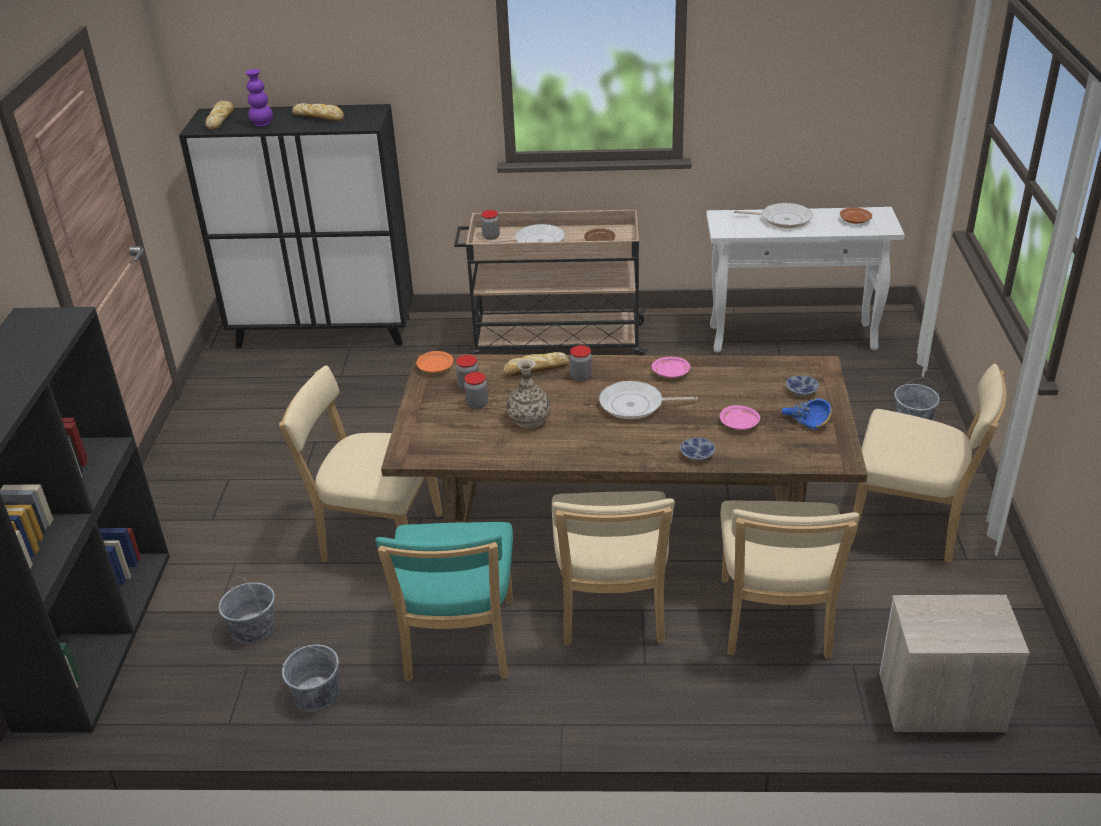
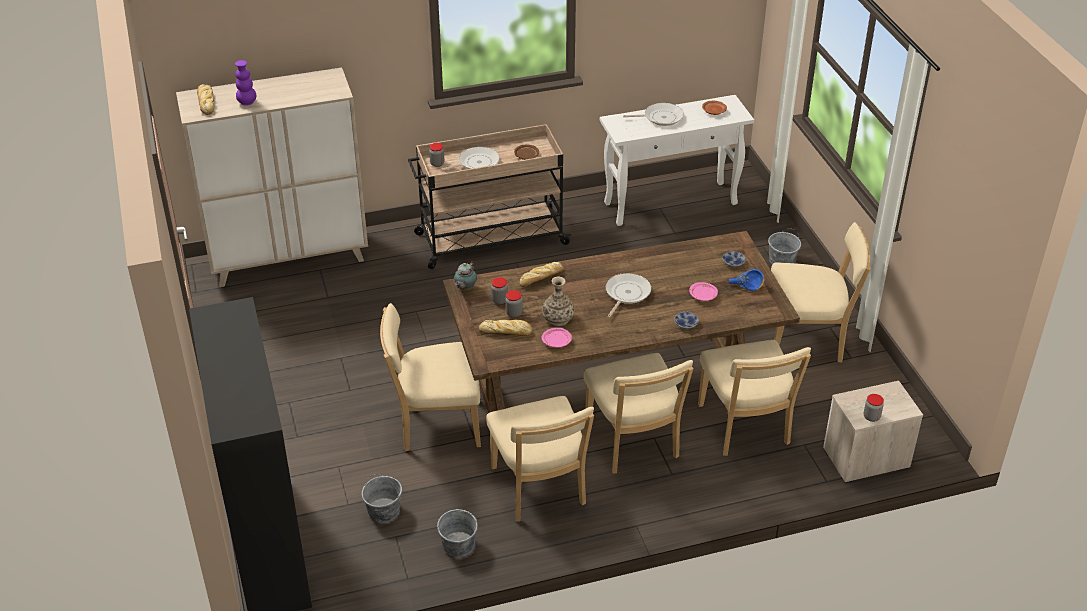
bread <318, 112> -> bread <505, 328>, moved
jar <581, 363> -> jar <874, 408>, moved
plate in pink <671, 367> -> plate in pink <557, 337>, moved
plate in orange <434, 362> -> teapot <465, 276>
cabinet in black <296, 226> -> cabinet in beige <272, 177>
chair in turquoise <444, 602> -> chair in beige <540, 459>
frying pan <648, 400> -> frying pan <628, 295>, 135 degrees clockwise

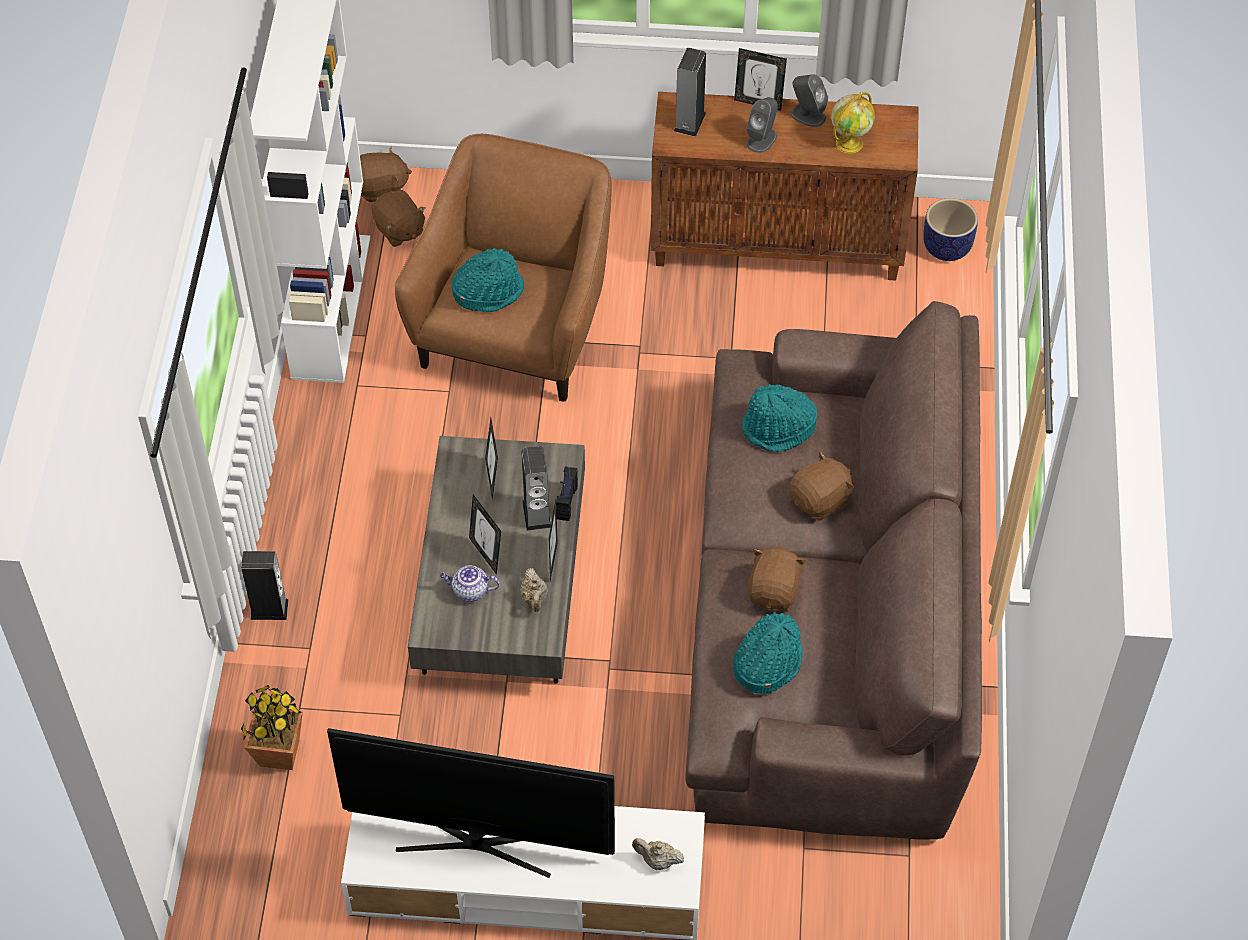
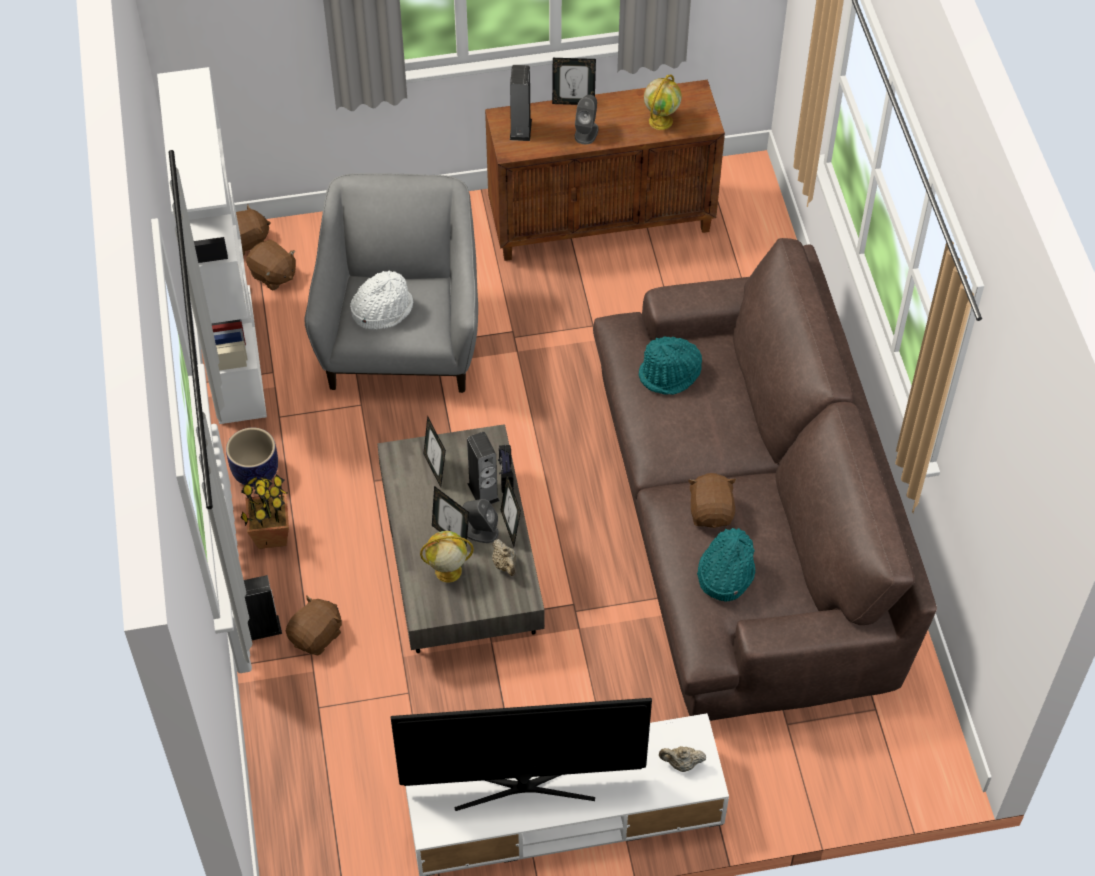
potted plant <272, 727> -> potted plant <265, 511>, moved
plush toy in brown <821, 486> -> plush toy in brown <314, 625>, moved
speaker in grey <809, 100> -> speaker in grey <481, 521>, moved
planter <950, 229> -> planter <252, 457>, moved
teapot <470, 583> -> globe <447, 557>
armchair in brown <503, 268> -> armchair in grey <391, 283>
hat in turquoise <487, 280> -> hat in white <381, 300>

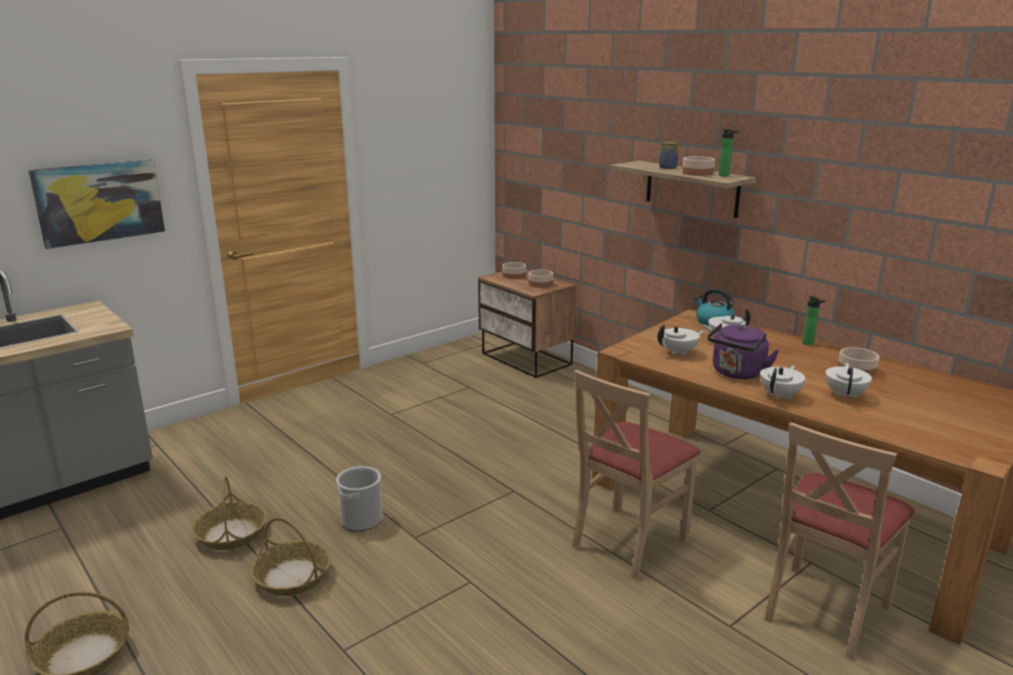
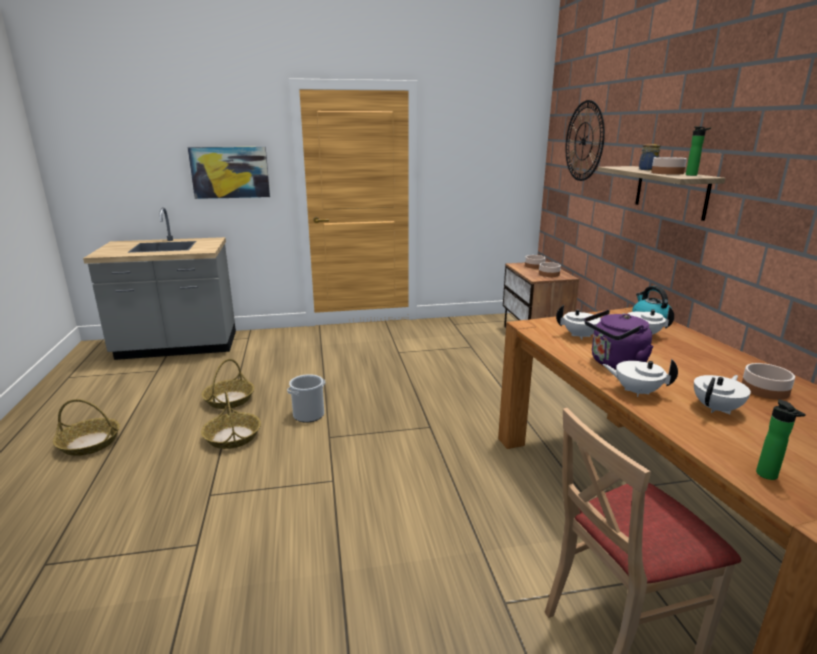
chair in beige <636, 474> -> none
none -> wall clock <585, 140>
bottle <813, 320> -> bottle <781, 440>, moved
teapot in white <782, 382> -> teapot in white <640, 378>, 135 degrees counterclockwise

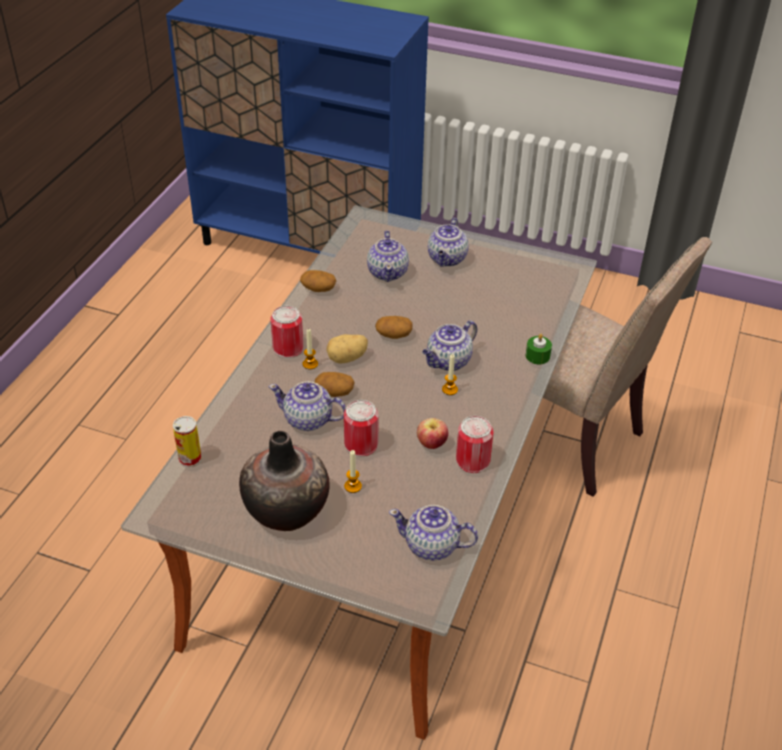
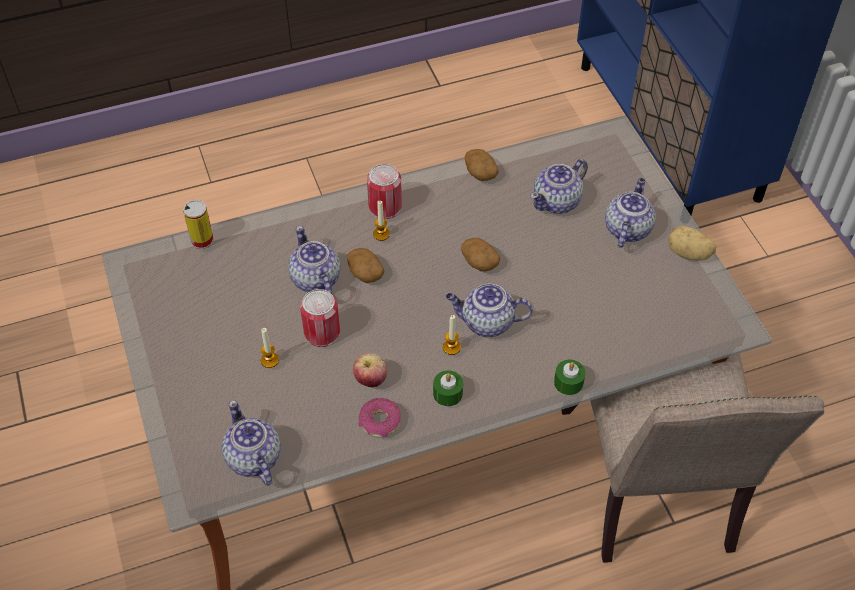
vase <284, 481> -> none
none -> candle in green <448, 388>
potato <347, 349> -> potato <692, 243>, moved
can <475, 444> -> donut <380, 417>
teapot <448, 242> -> teapot <630, 212>, 135 degrees clockwise

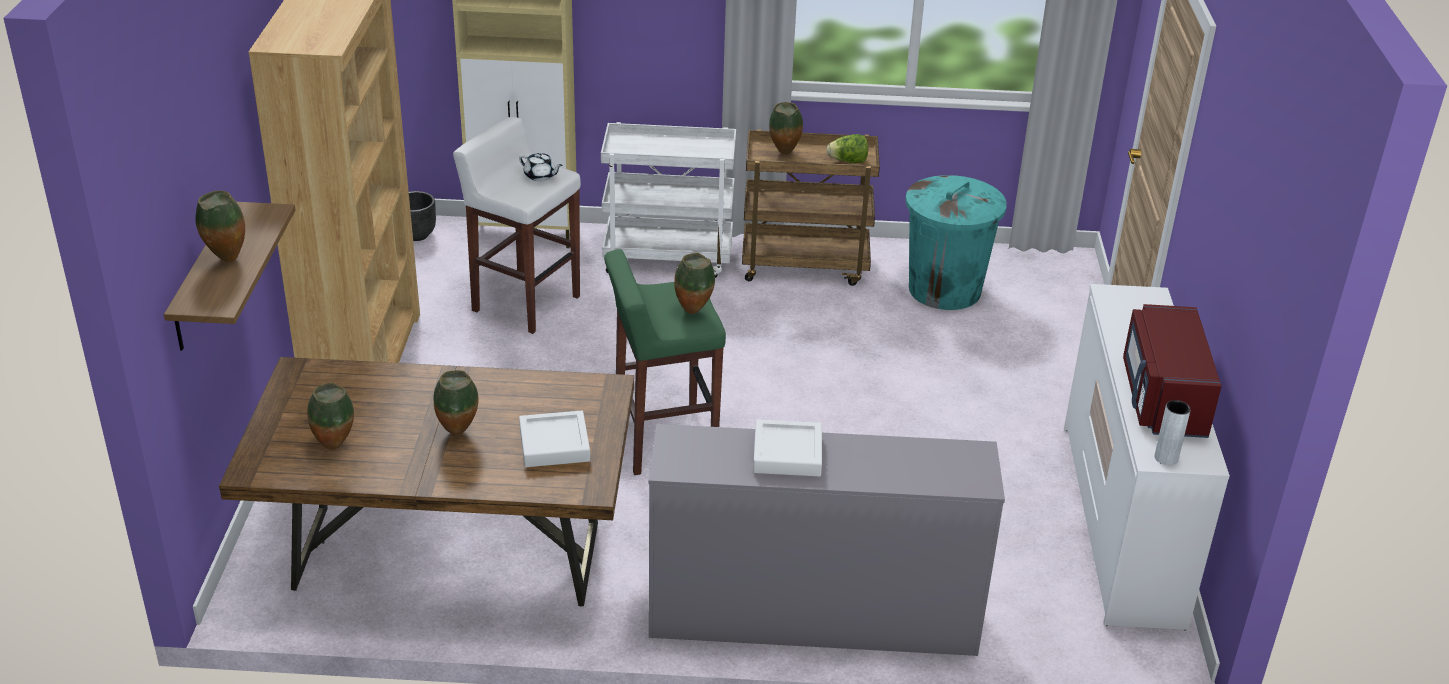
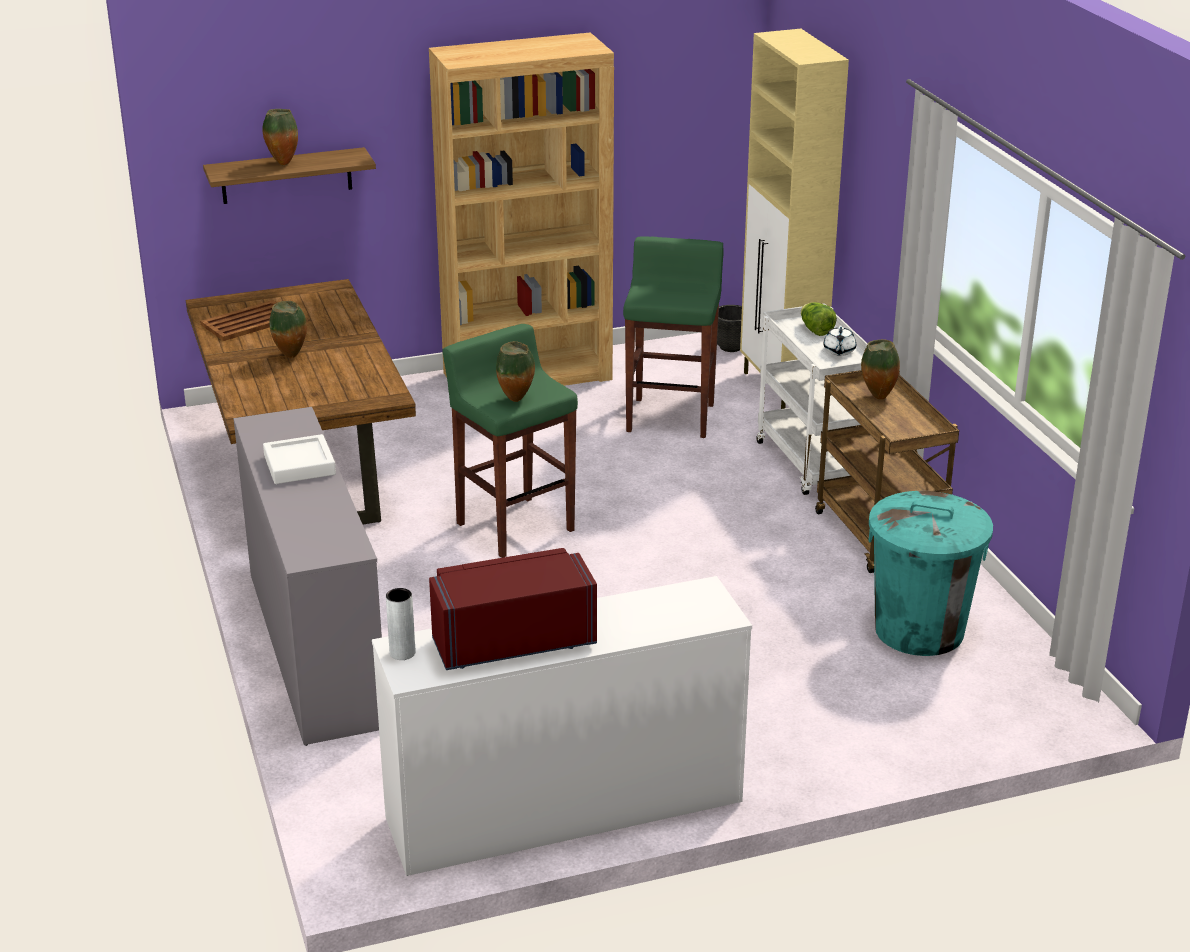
tray in white <554, 439> -> none
teapot in white <541, 167> -> teapot in white <839, 341>, moved
lettuce <847, 148> -> lettuce <819, 319>, moved
vase <330, 416> -> tray in brown <238, 320>
stool in white <517, 225> -> stool in green <673, 337>

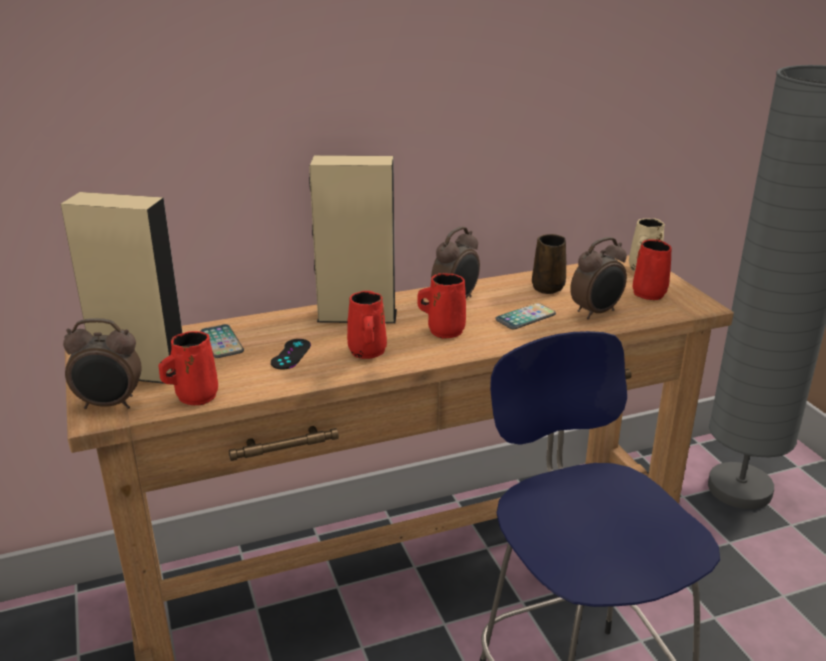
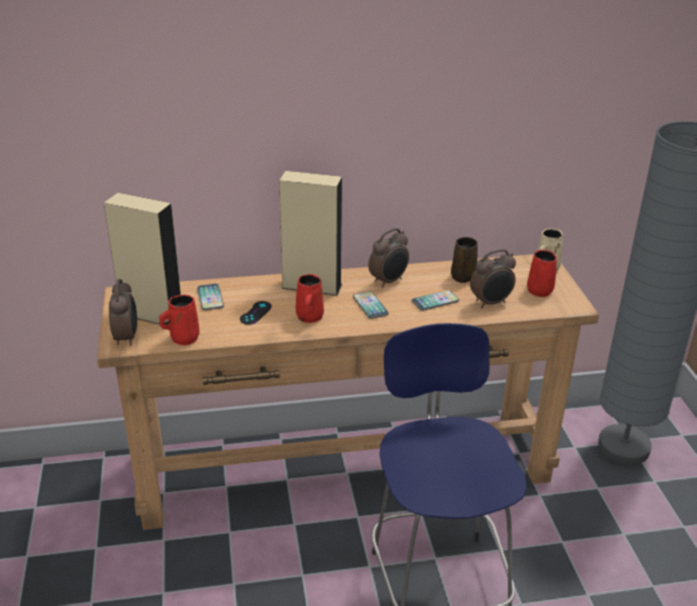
mug in red <441, 305> -> phone <371, 305>
alarm clock <102, 363> -> alarm clock <123, 312>, 105 degrees counterclockwise

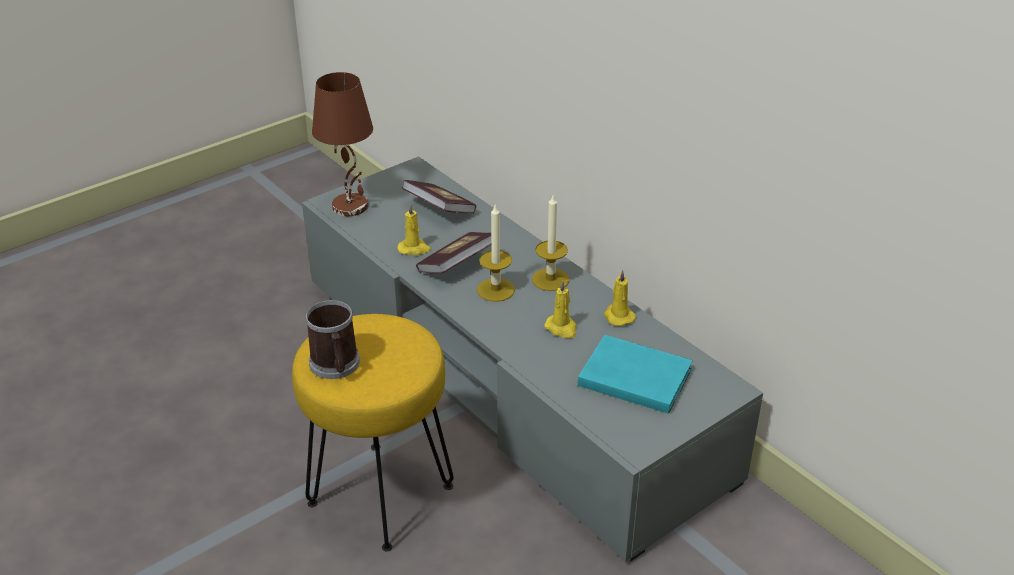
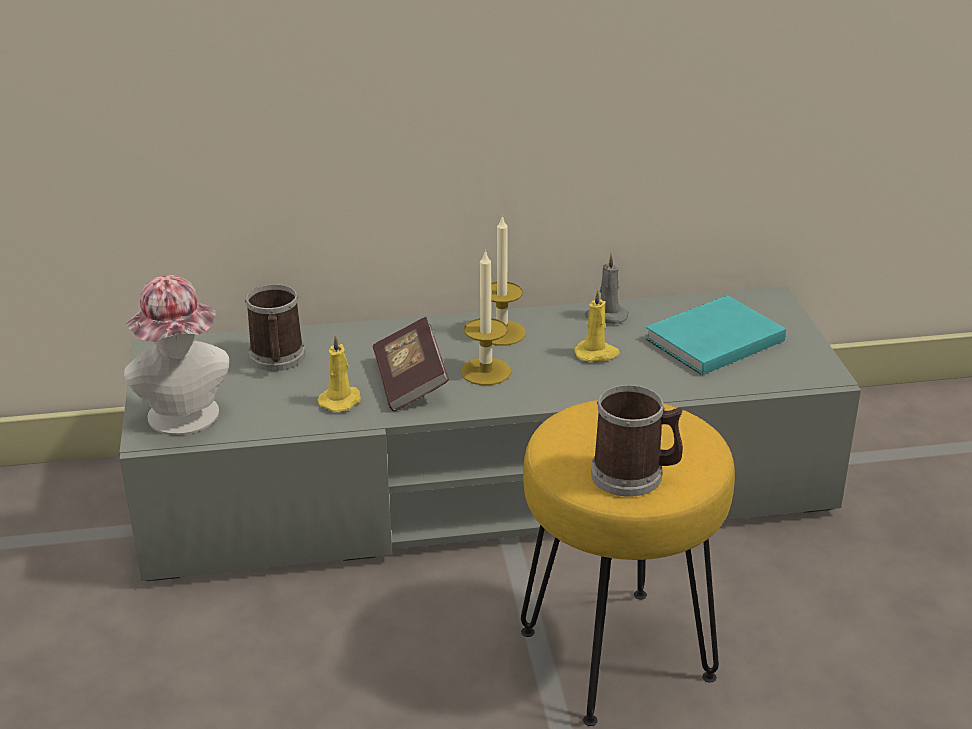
table lamp in brown <342, 144> -> hat <176, 355>
book <439, 196> -> mug <275, 327>
candle in yellow <620, 298> -> candle in grey <606, 289>

